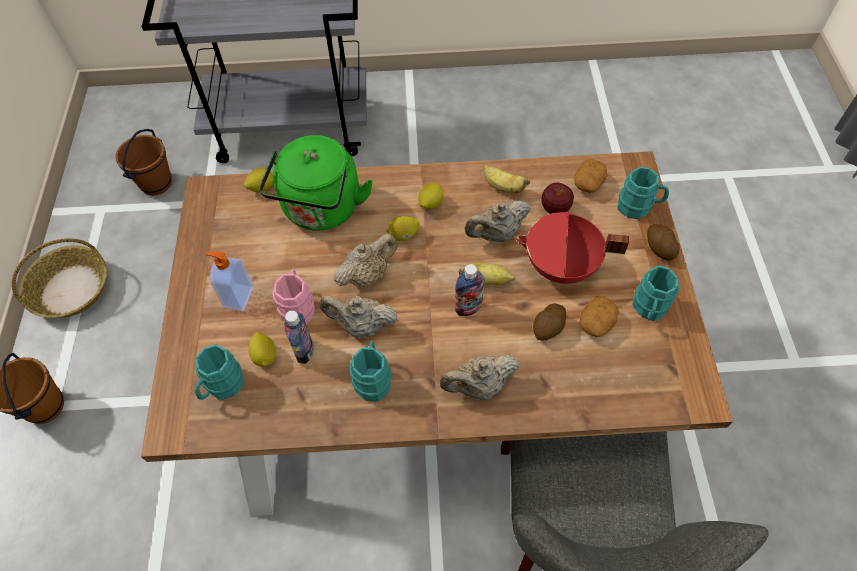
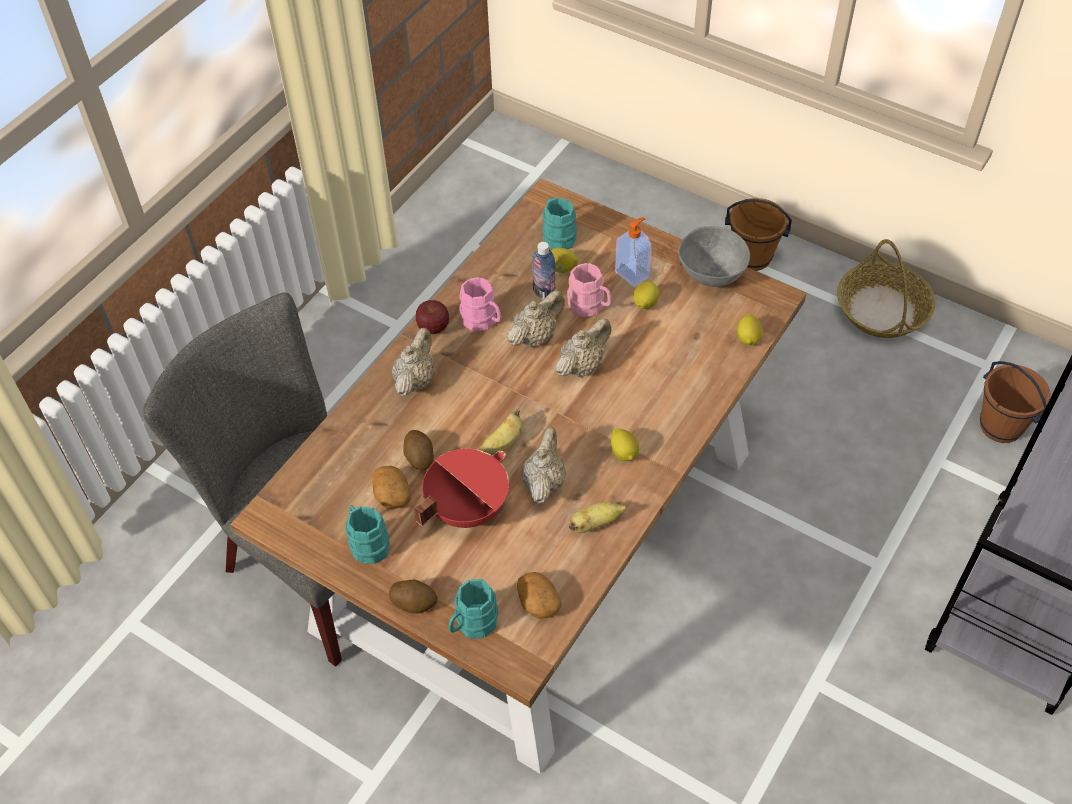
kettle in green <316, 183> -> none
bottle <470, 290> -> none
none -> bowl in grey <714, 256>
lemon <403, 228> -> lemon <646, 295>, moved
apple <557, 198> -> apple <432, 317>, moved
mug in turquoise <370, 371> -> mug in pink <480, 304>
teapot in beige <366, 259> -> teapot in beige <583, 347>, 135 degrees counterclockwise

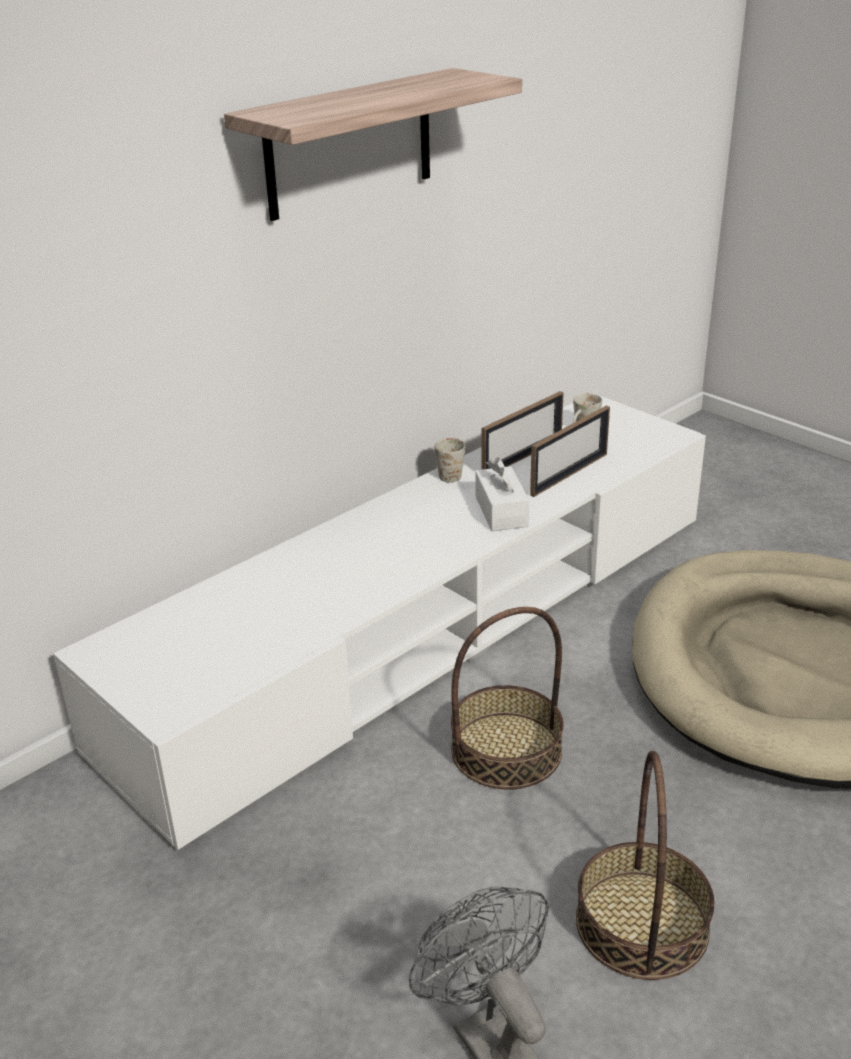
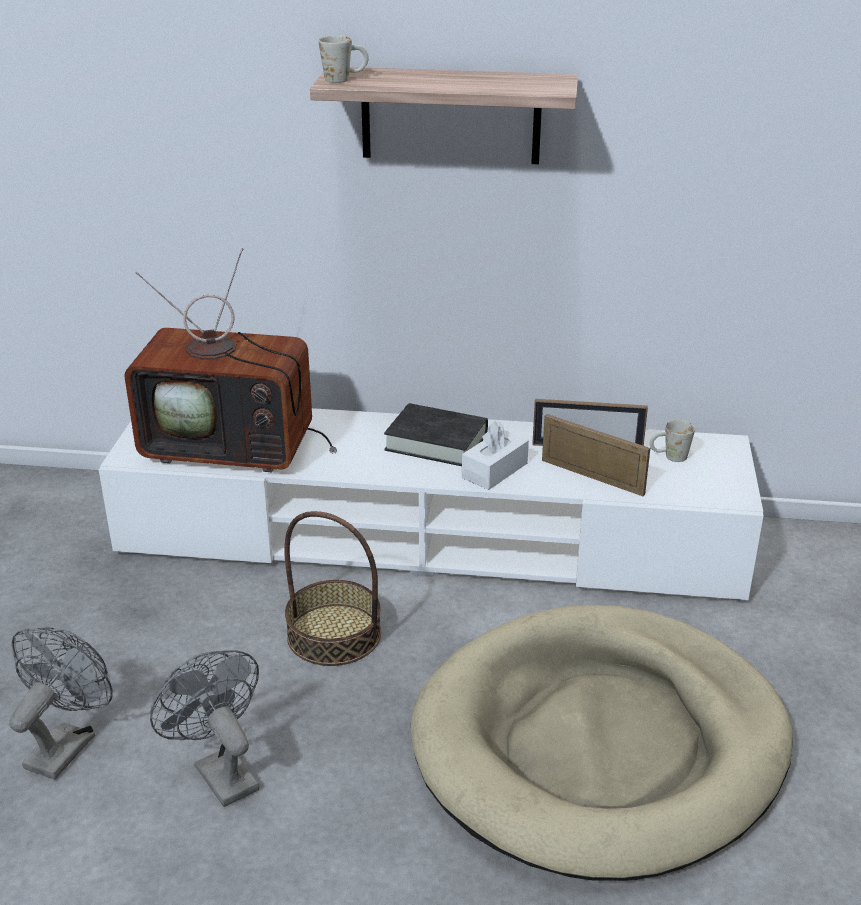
none -> television <231, 360>
none -> book in black <436, 434>
mug in white <449, 460> -> mug in white <343, 59>, moved
basket <645, 865> -> fan in grey <204, 728>
picture frame <570, 451> -> picture frame <596, 455>, 150 degrees counterclockwise

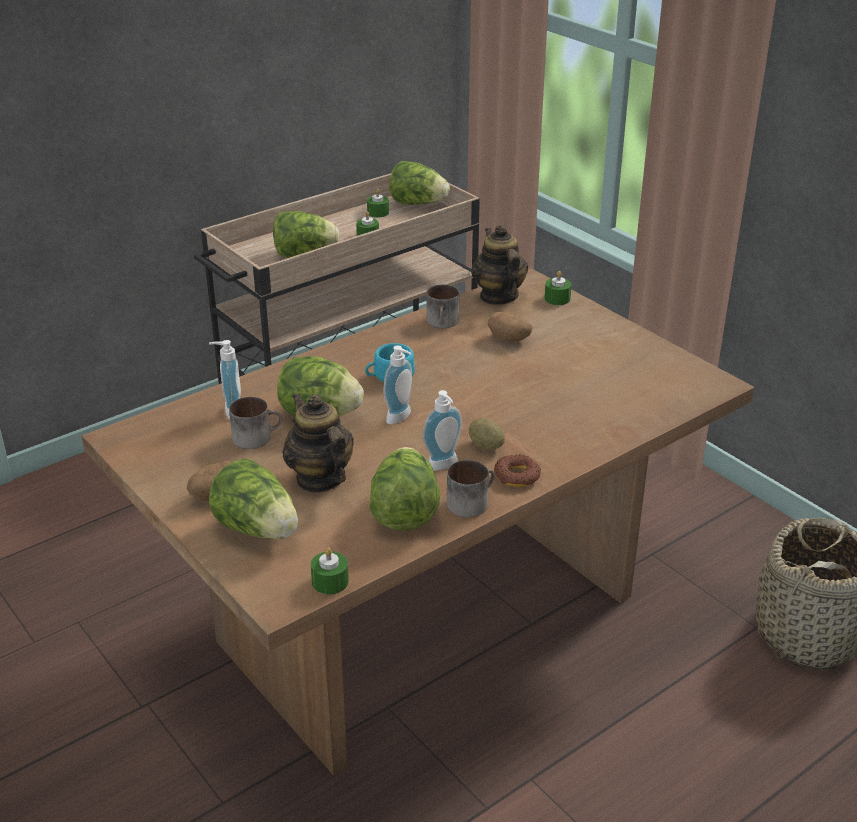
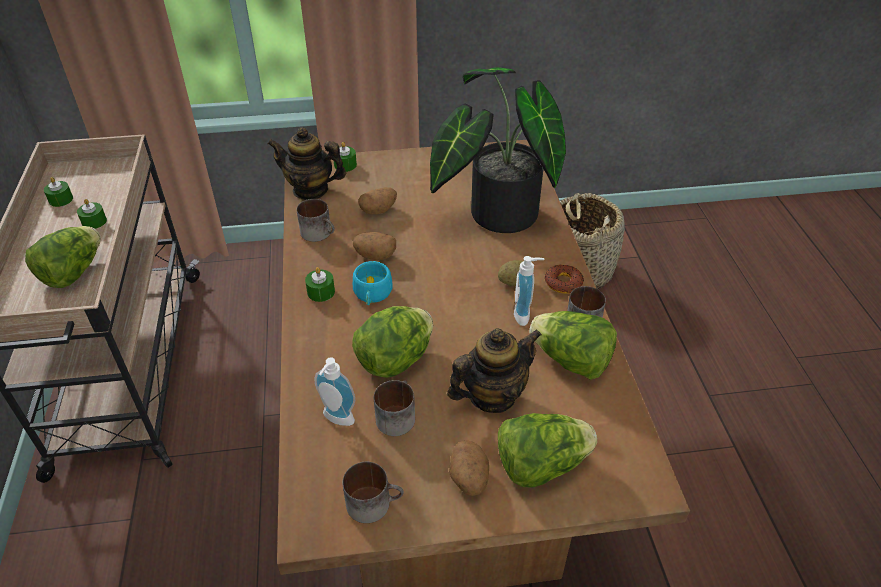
soap dispenser <398, 385> -> none
lettuce <419, 183> -> none
none -> mug <373, 492>
none -> potato <374, 246>
none -> potted plant <498, 150>
candle in green <330, 571> -> candle in green <320, 284>, moved
teapot <318, 443> -> teapot <494, 370>, 150 degrees clockwise

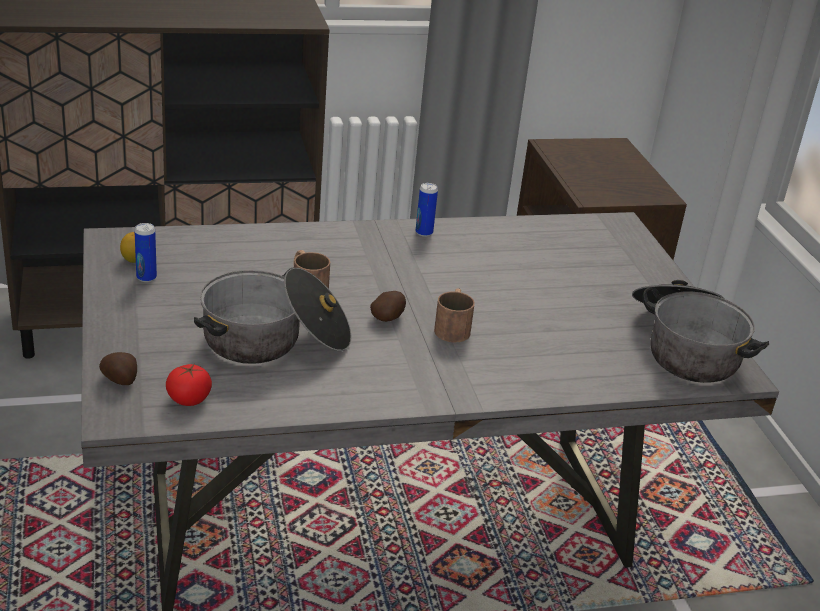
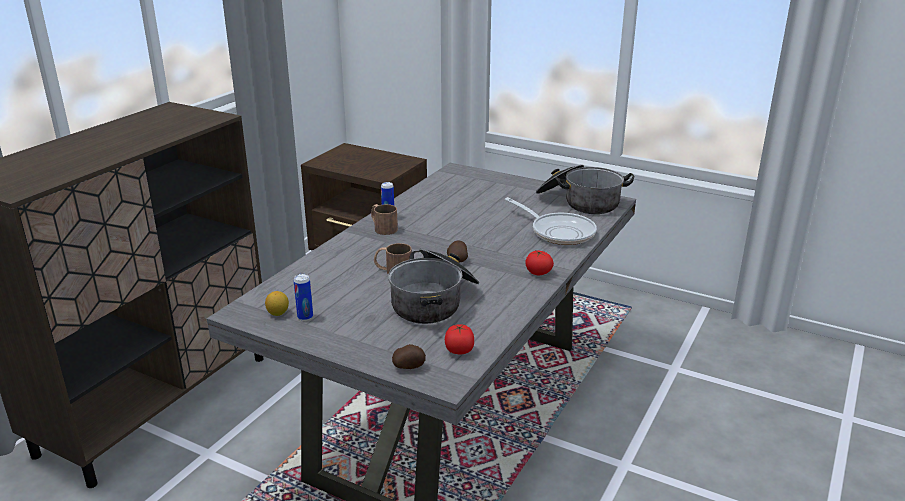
none -> frying pan <551, 221>
none -> tomato <539, 263>
mug in brown <454, 315> -> mug in brown <384, 219>, moved

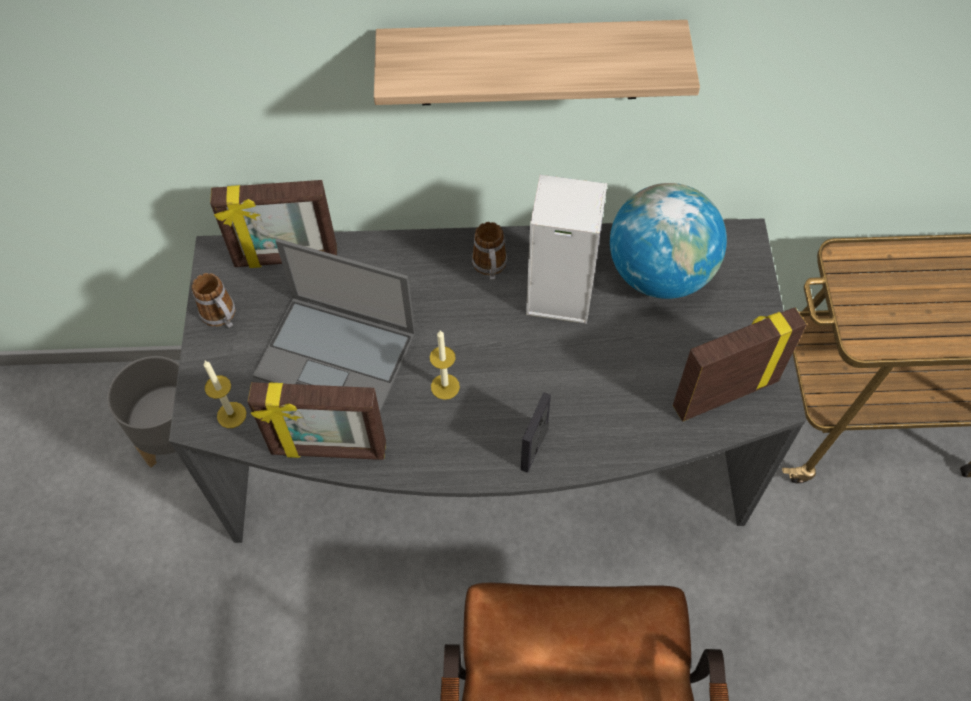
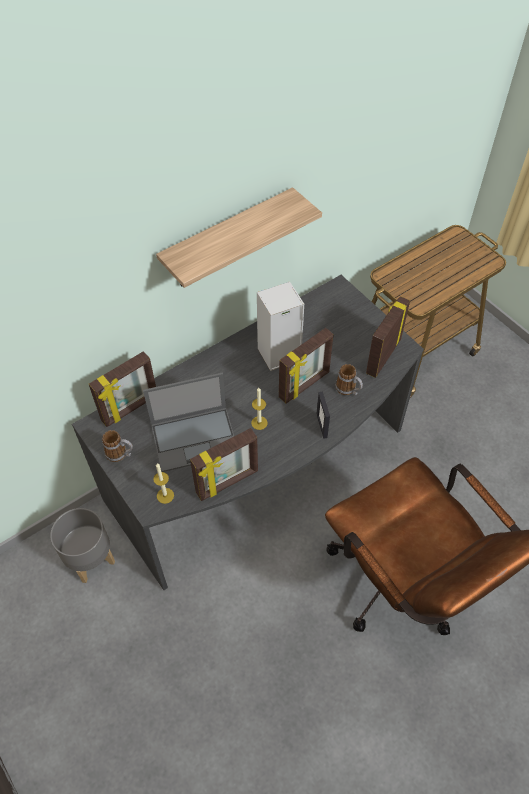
globe <668, 241> -> none
none -> picture frame <306, 365>
mug <489, 251> -> mug <349, 380>, moved

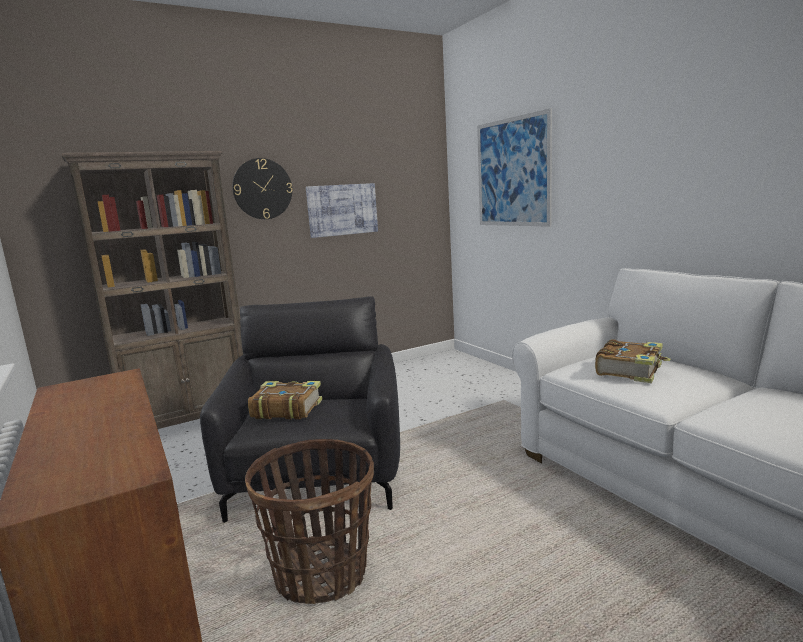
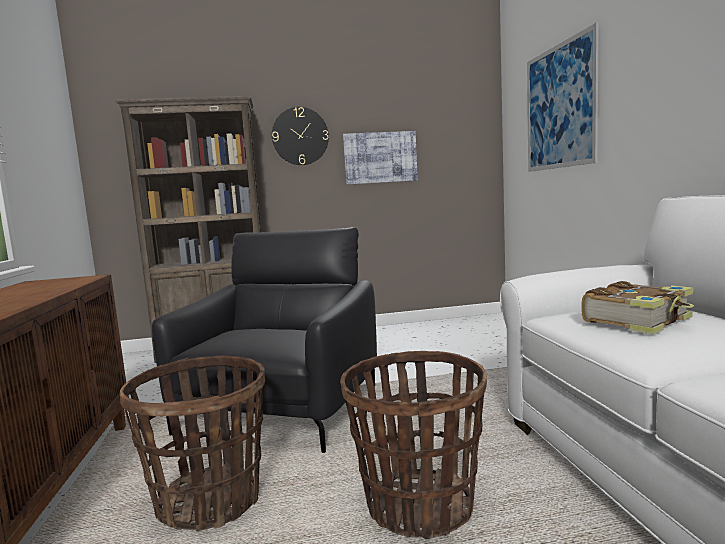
book <285, 400> -> none
none -> basket <413, 445>

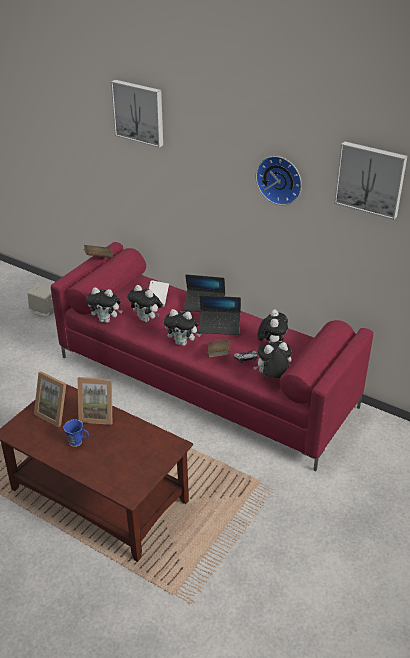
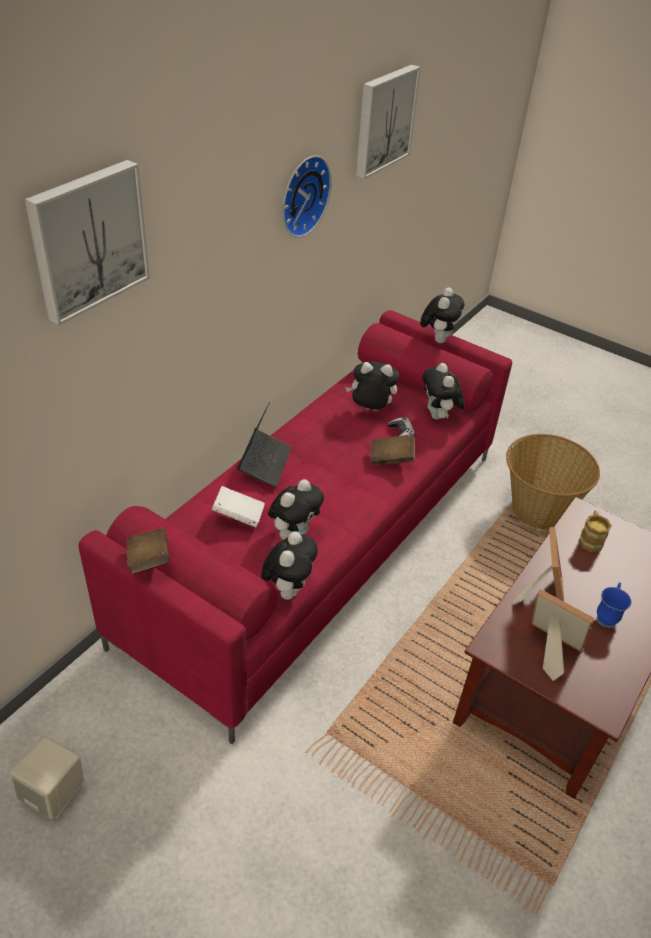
laptop <220, 315> -> none
none -> basket <553, 481>
none -> mug <595, 531>
plush toy <182, 327> -> plush toy <442, 315>, moved
picture frame <50, 399> -> picture frame <562, 635>, 90 degrees counterclockwise

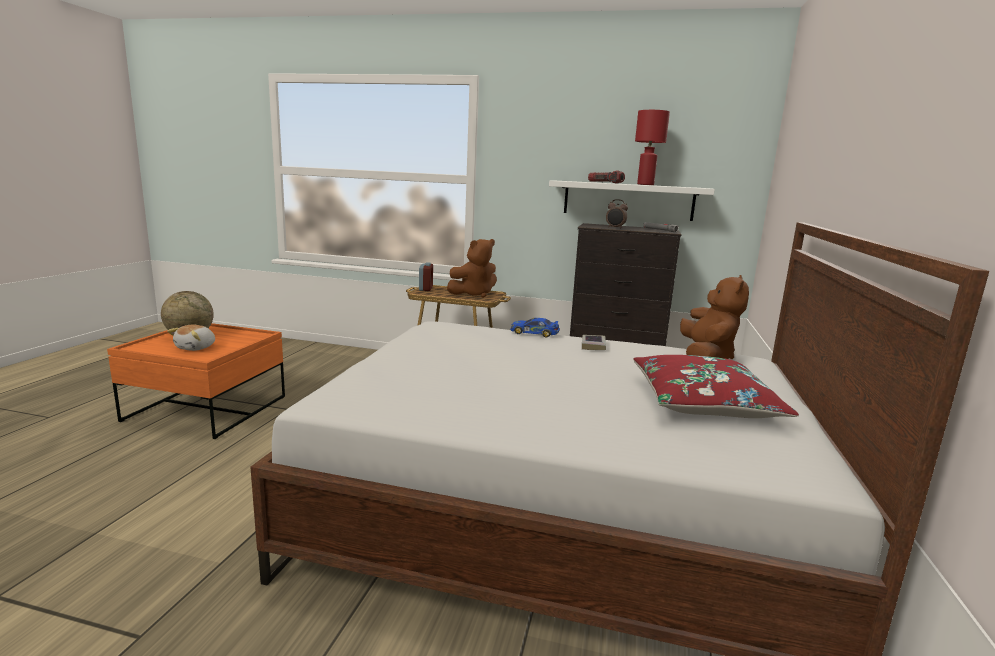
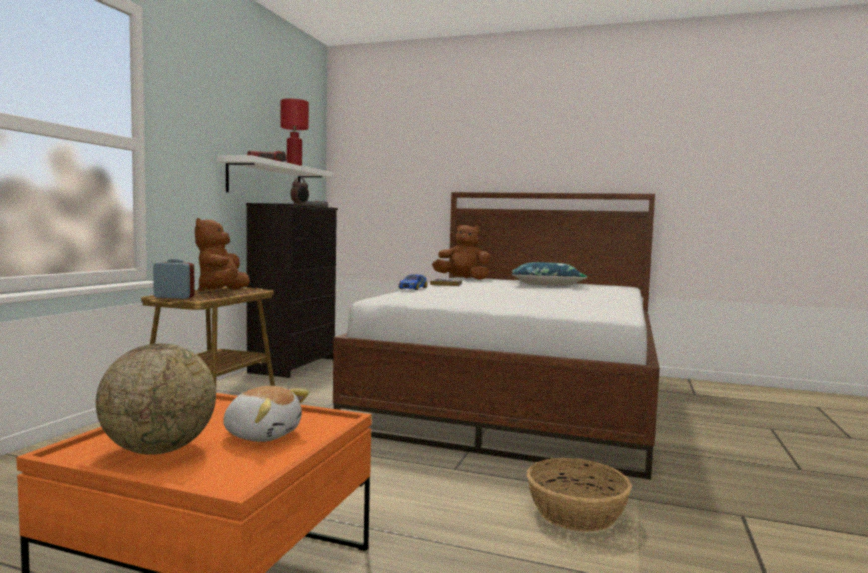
none -> basket <579, 495>
pillow in red <716, 386> -> pillow in blue <550, 274>
plush toy in brown <472, 268> -> plush toy in brown <222, 255>, 150 degrees counterclockwise

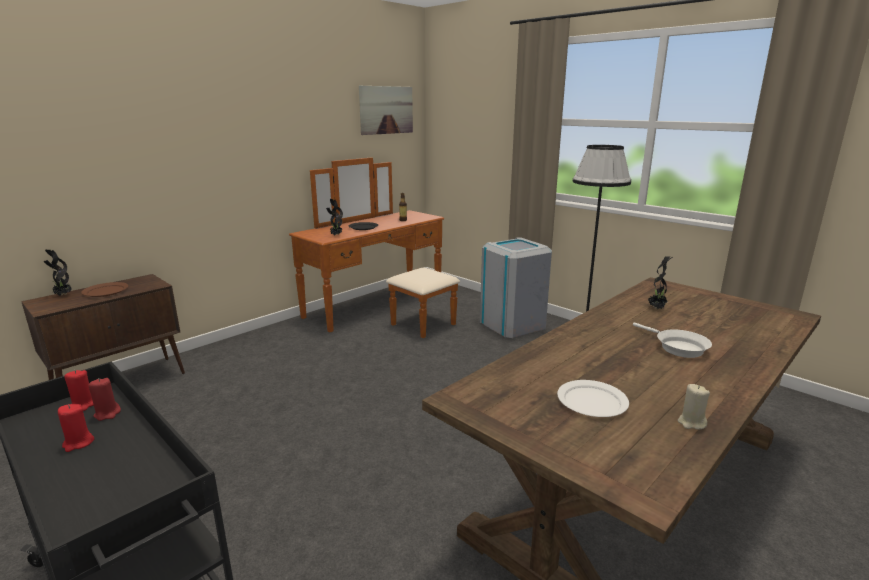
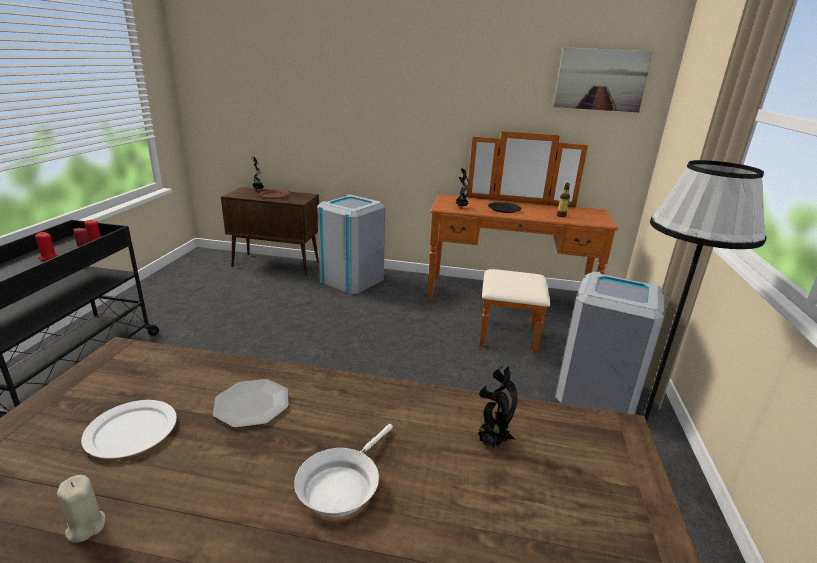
none -> plate <251, 403>
none -> trash can in grey <351, 244>

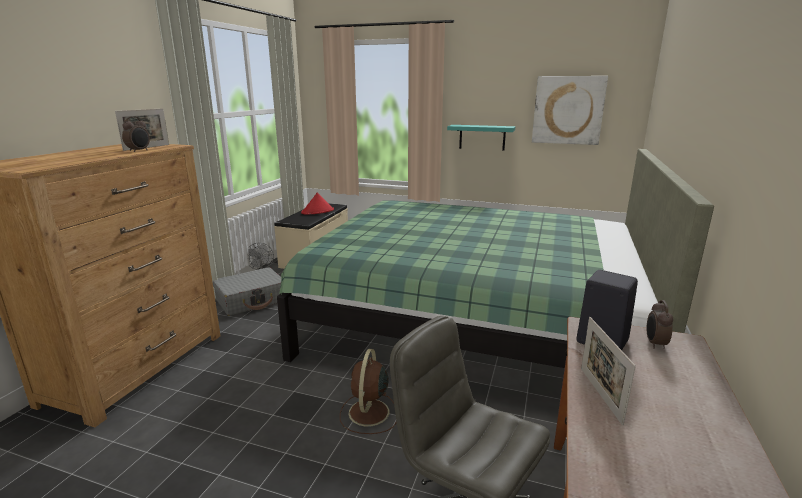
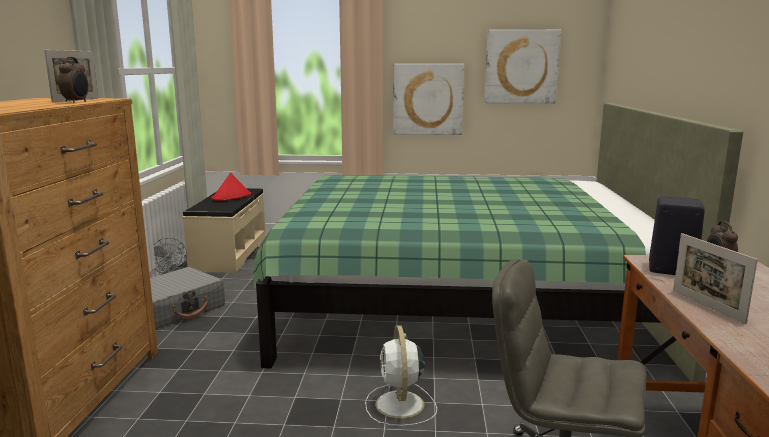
shelf in turquoise <481, 138> -> picture <428, 99>
fan in brown <368, 391> -> fan in white <401, 375>

